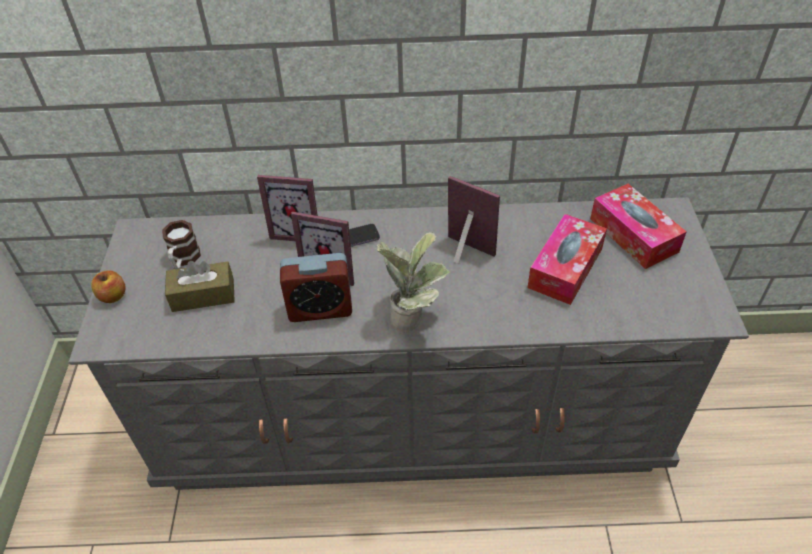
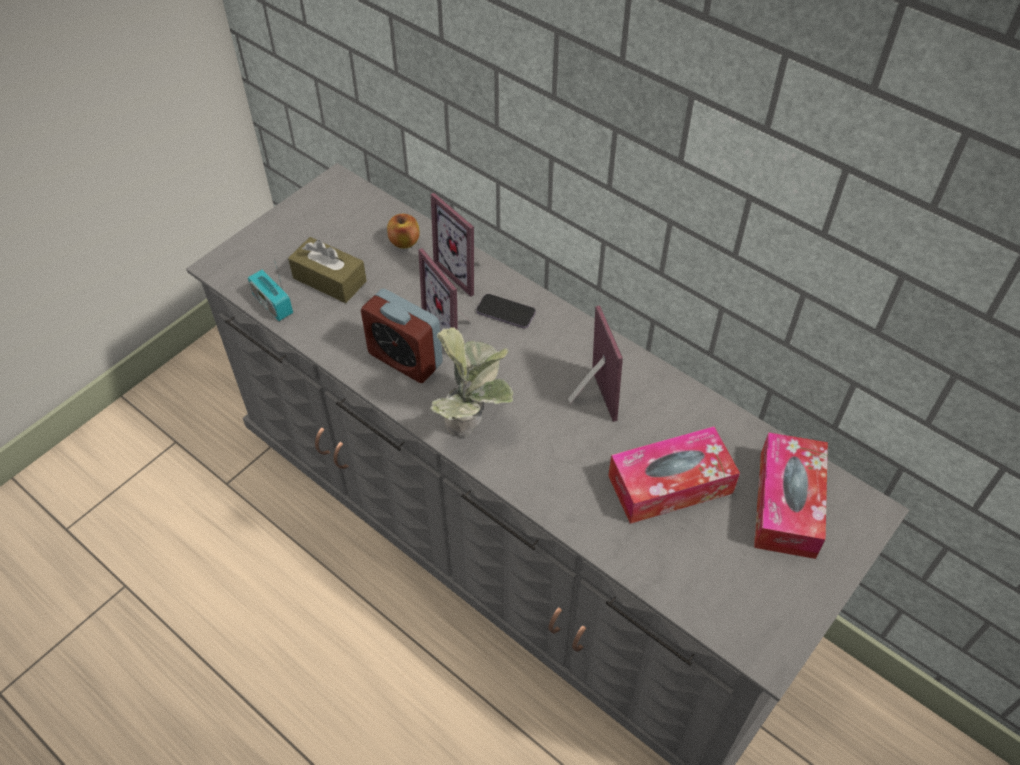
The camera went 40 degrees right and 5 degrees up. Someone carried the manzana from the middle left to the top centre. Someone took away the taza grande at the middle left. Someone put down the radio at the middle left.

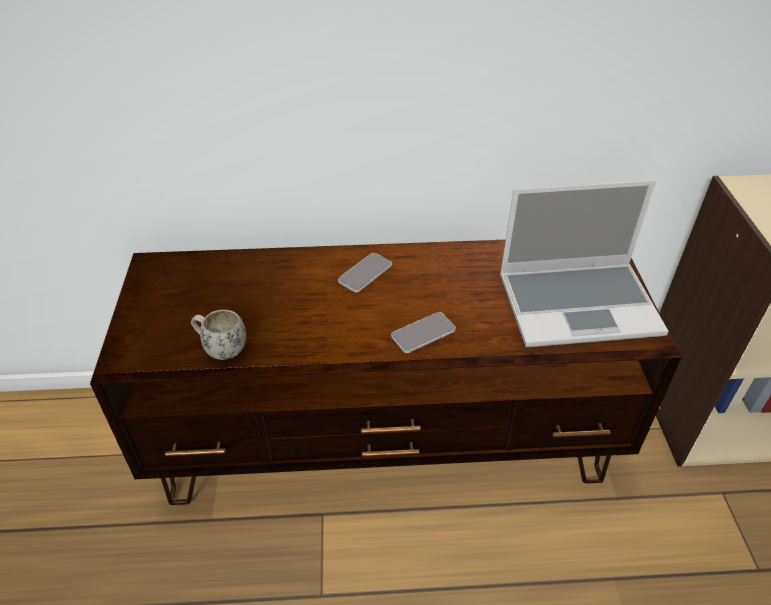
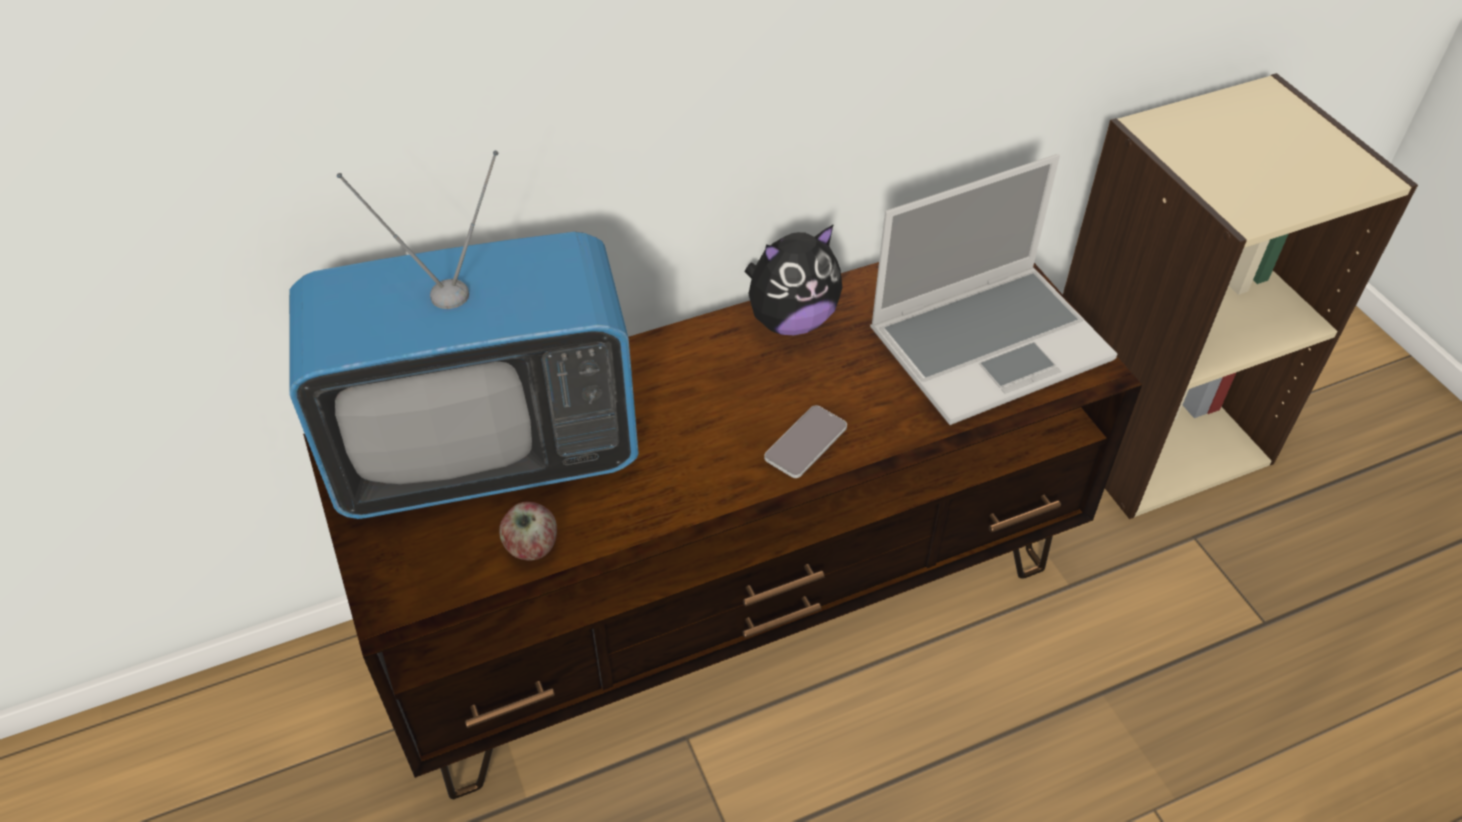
The camera went 20 degrees left and 5 degrees up. Someone swapped the taza grande [blanco] at the middle left for the manzana at the centre. Someone took away the móvil (no. 1 from left) at the centre. Someone put down the televisor at the middle left. Someone put down the peluche at the centre.

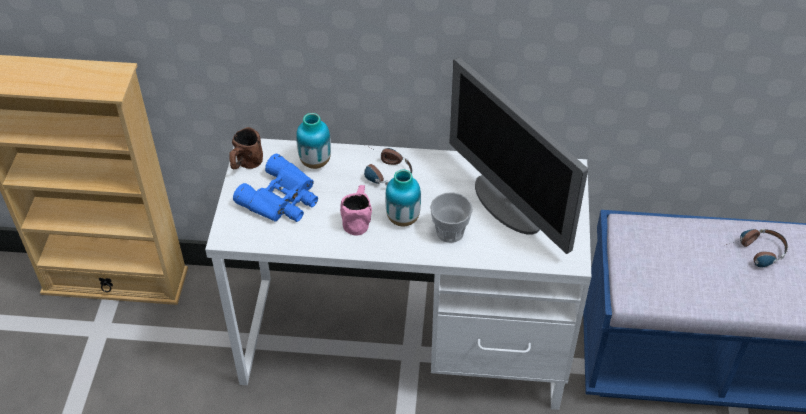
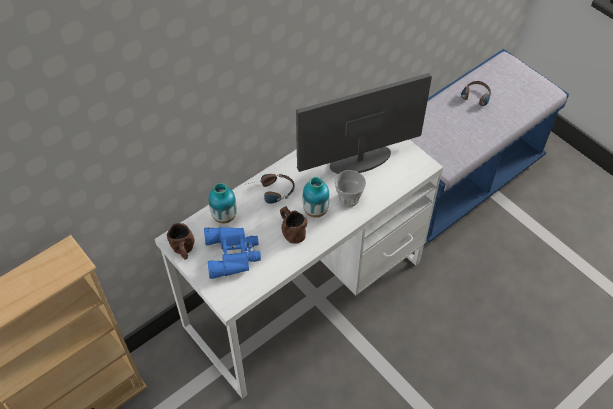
The camera went 45 degrees left and 5 degrees up. Someone repainted the taza grande [rosa] at the centre, which became the taza grande [marrón] (no. 2 from left) at the centre. Someone rotated the monitor at the centre by 150 degrees clockwise.

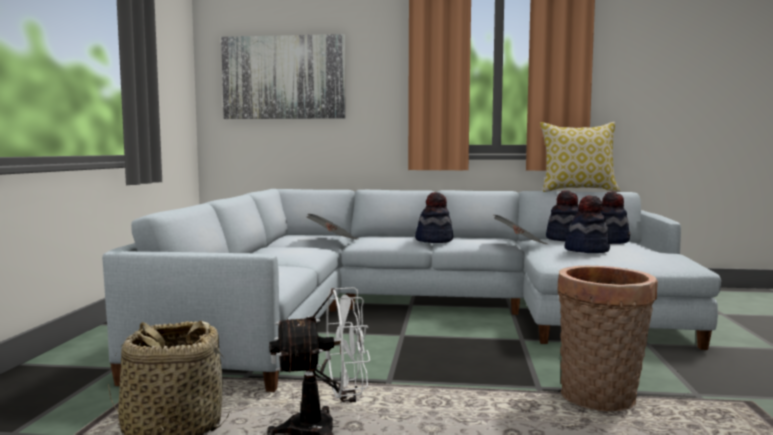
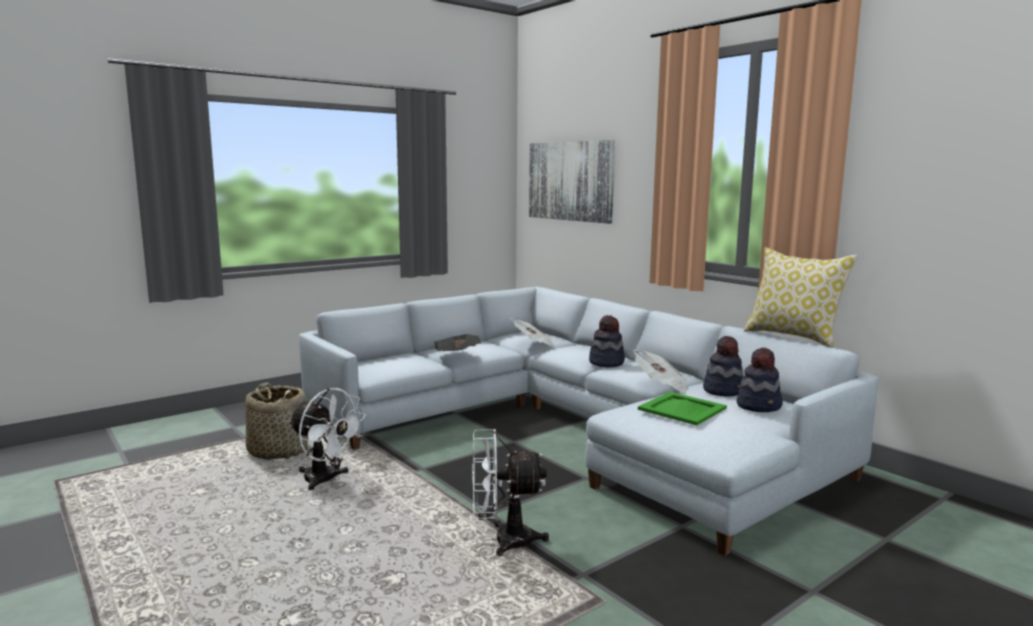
The camera went 45 degrees right and 5 degrees up. Someone swapped the cesta (no. 2 from left) at the bottom right for the ventilador [blanco] (no. 2 from left) at the bottom centre. Someone swapped the sombrero (no. 3 from left) at the middle right for the bandeja [verde] at the centre. Someone put down the periódico (no. 1 from left) at the centre.

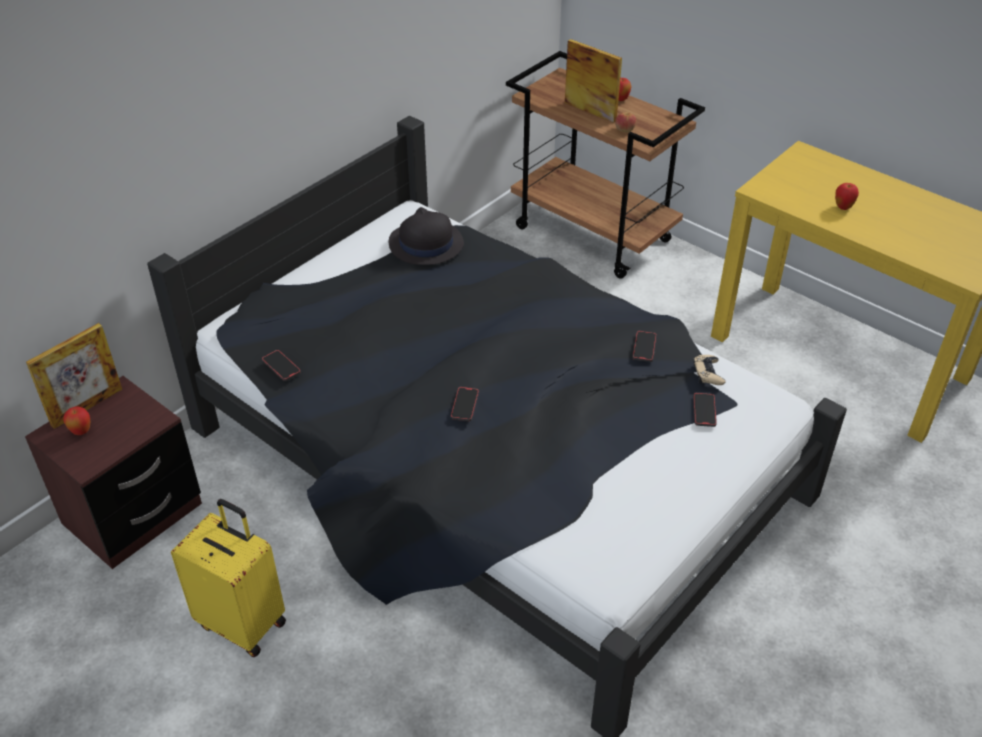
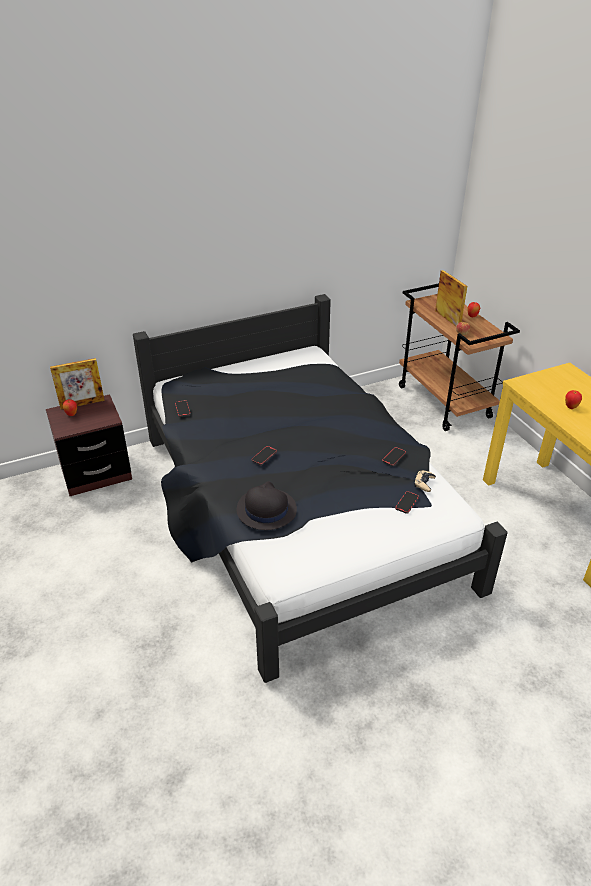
The camera went 25 degrees right and 5 degrees down. Someone took away the maleta [amarillo] at the bottom left. Someone carried the sombrero [negro] from the top centre to the centre.

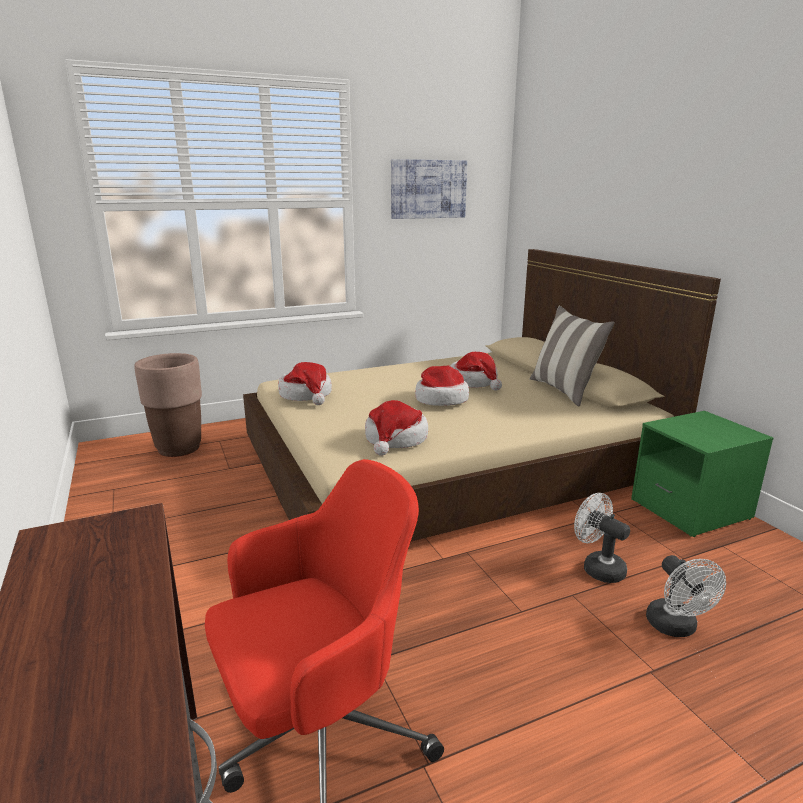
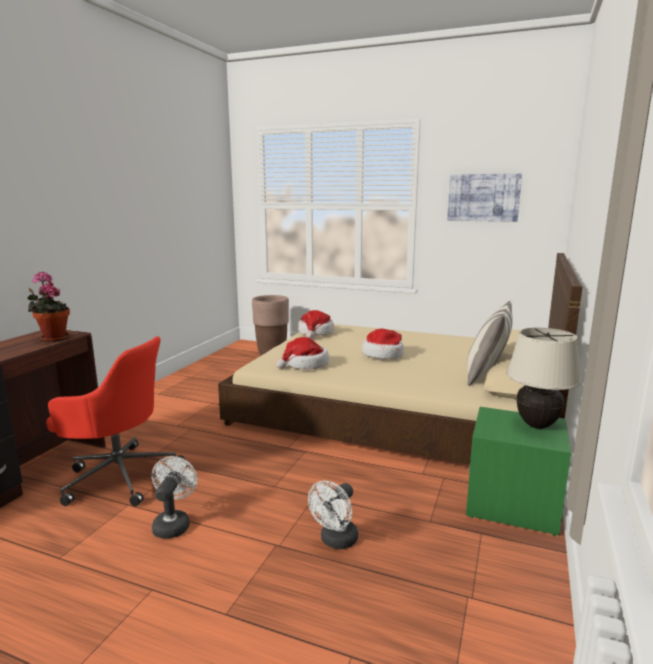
The camera went 45 degrees right and 5 degrees down. Someone took away the sombrero (no. 4 from left) at the centre. Someone carried the ventilador [blanco] (no. 1 from left) from the bottom right to the bottom left. Someone put down the planta en maceta at the middle left. Someone put down the lámpara de mesa [beis] at the middle right.

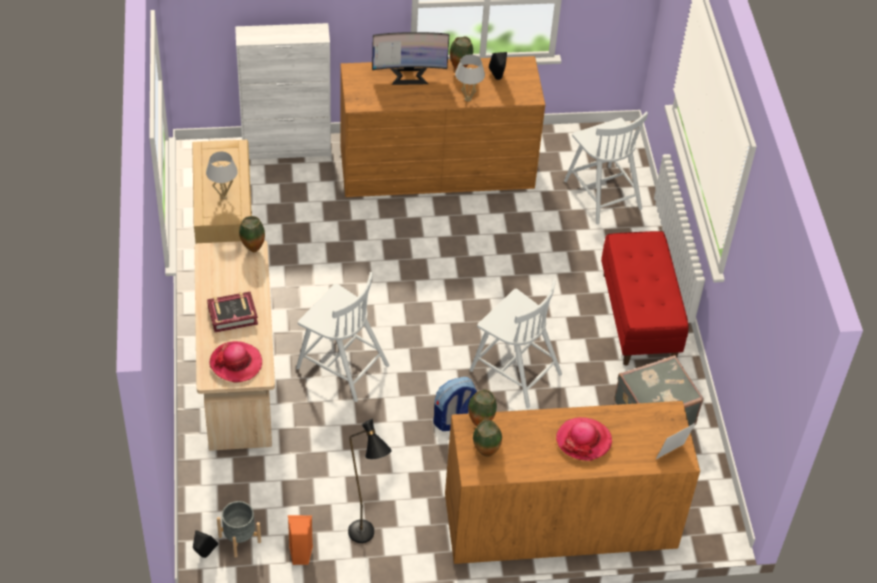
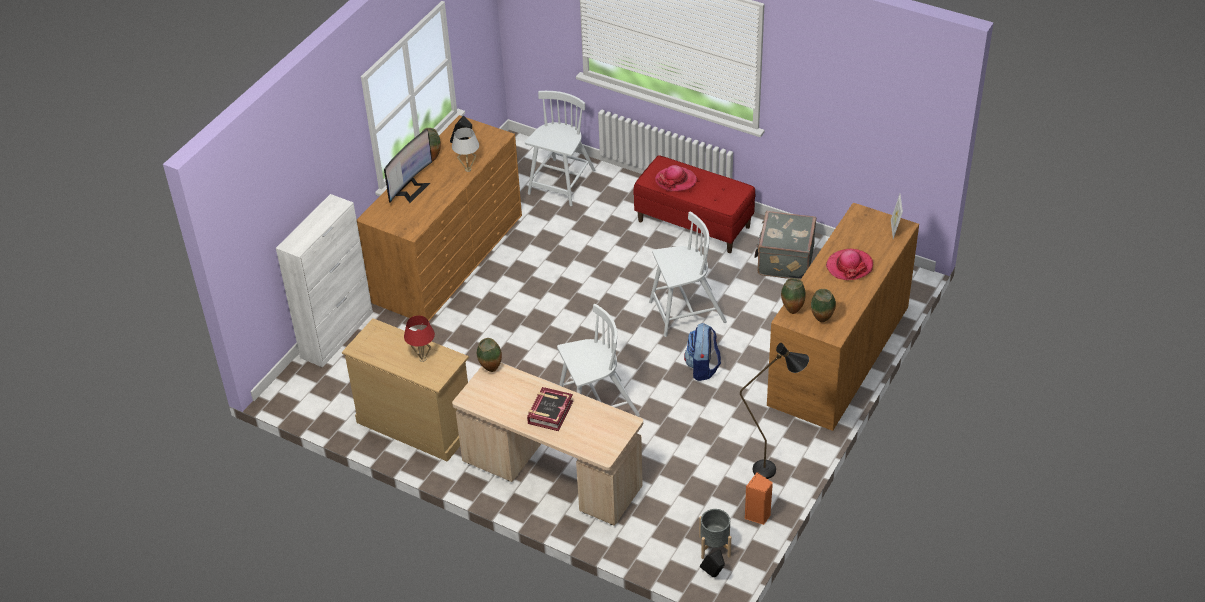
The camera went 50 degrees left and 5 degrees down. Someone repainted the lámpara de mesa [blanco] (no. 1 from left) at the top left, which became the lámpara de mesa [rojo] at the centre. Someone carried the sombrero (no. 1 from left) from the middle left to the top centre. Someone rotated the silla [blanco] (no. 3 from left in the first image) at the top right by 75 degrees counterclockwise.

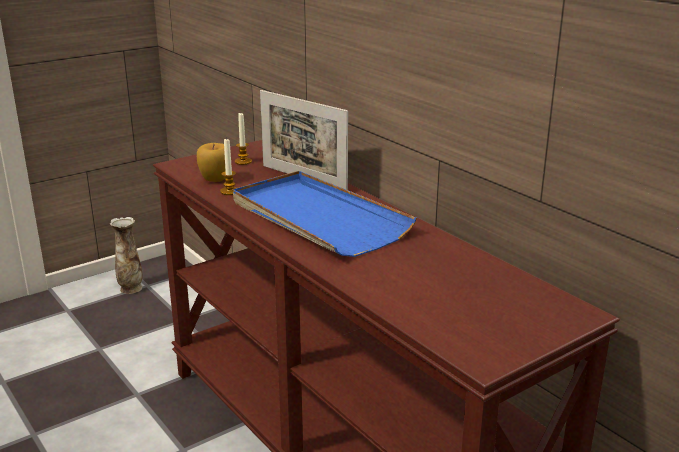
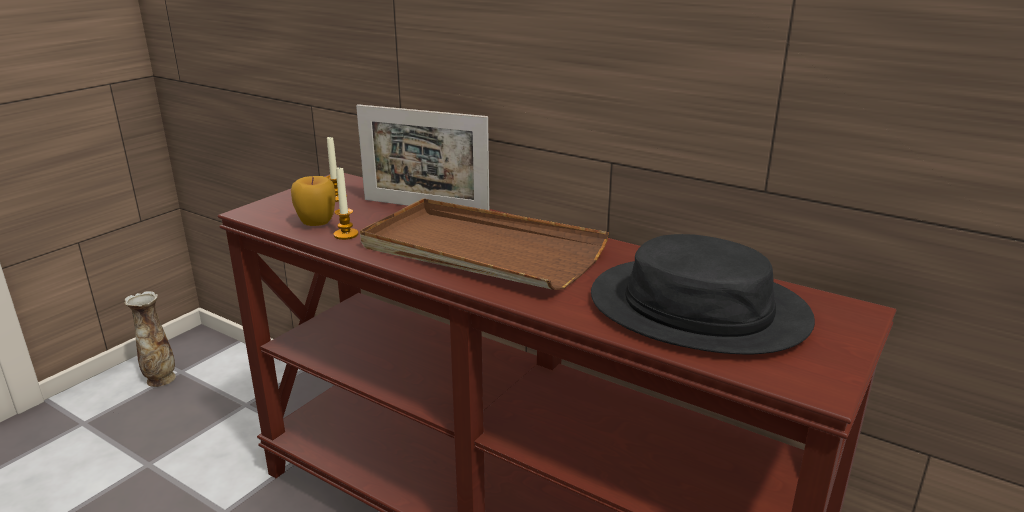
The camera went 20 degrees left and 0 degrees up. Someone repainted the bandeja [azul] at the centre, which became the bandeja [marrón] at the centre. Someone put down the sombrero [negro] at the middle right.

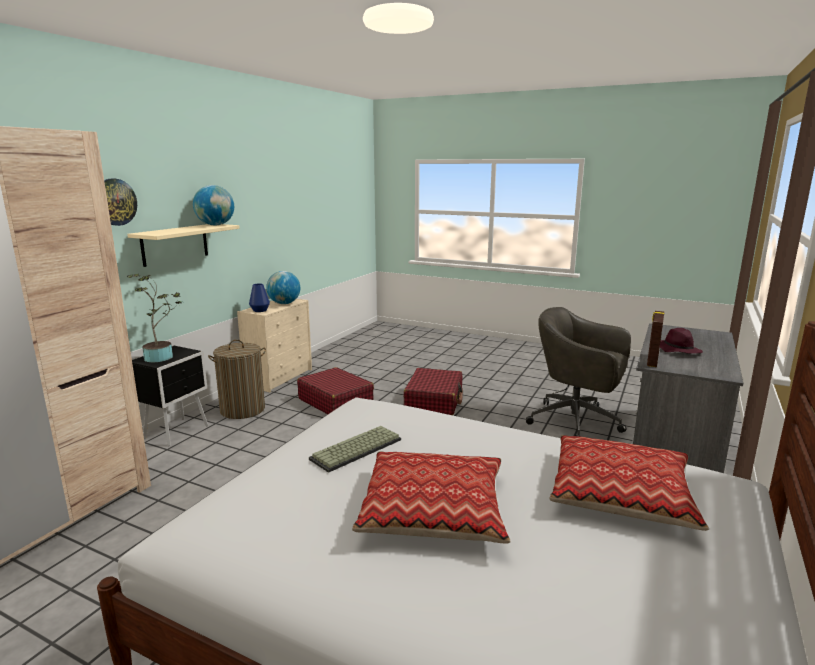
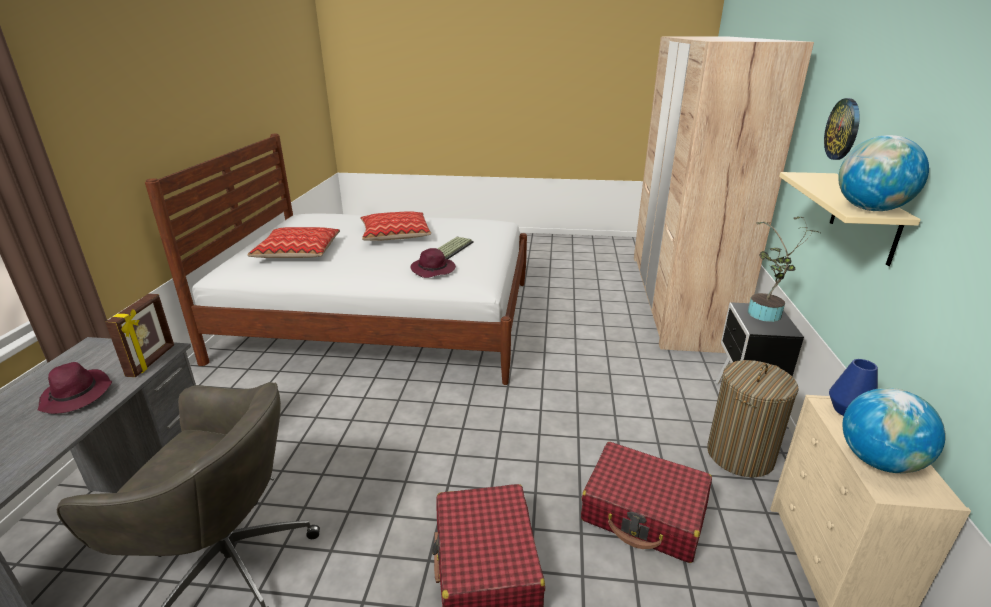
The camera went 160 degrees right and 10 degrees up. Someone put down the sombrero [morado] (no. 2 from left) at the centre.

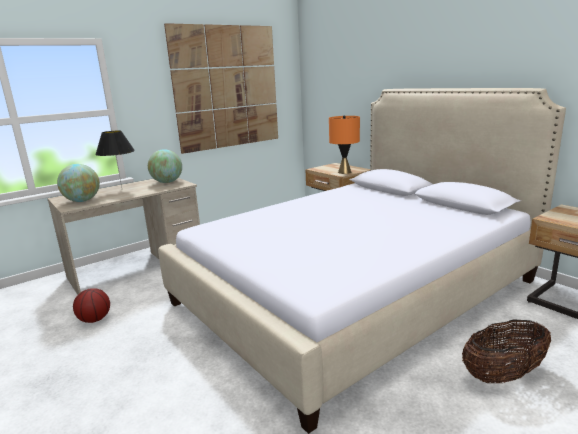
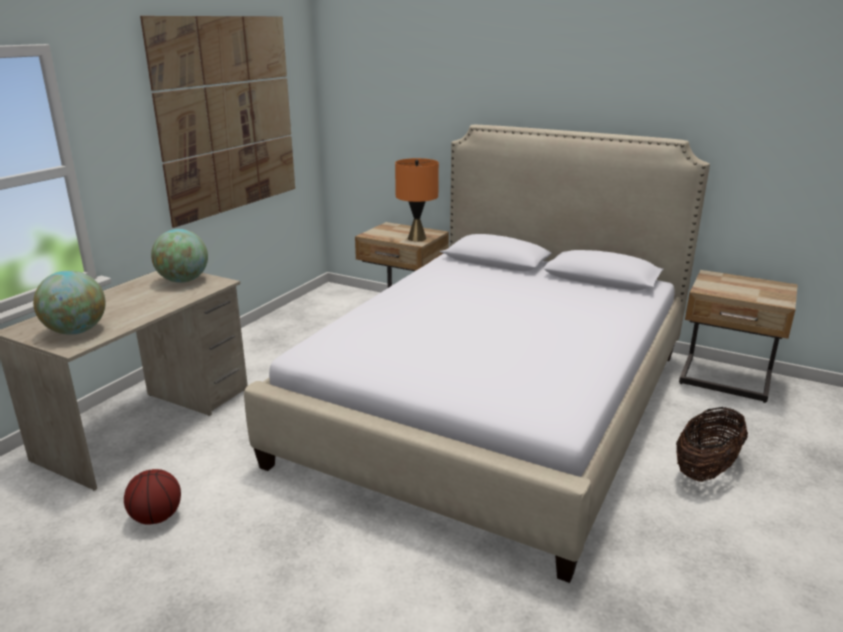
The camera went 25 degrees left and 5 degrees up. Someone took away the lámpara de mesa [negro] at the middle left.

